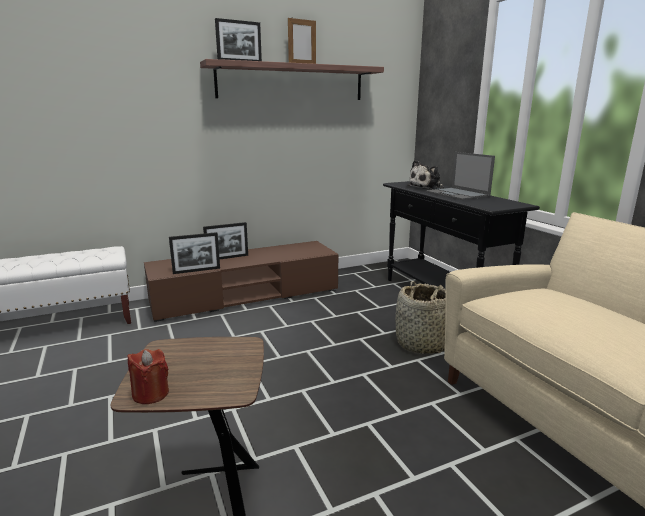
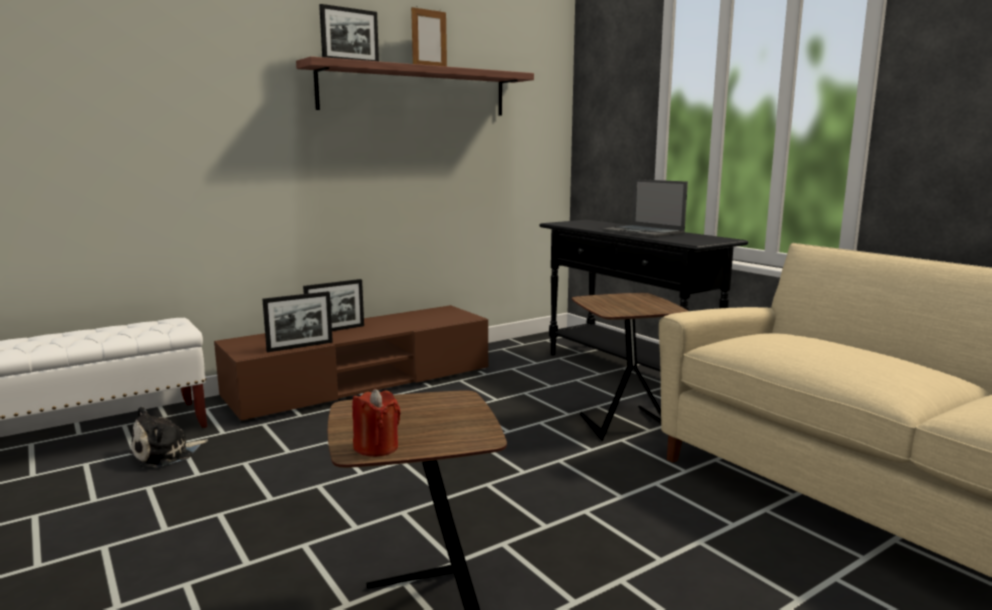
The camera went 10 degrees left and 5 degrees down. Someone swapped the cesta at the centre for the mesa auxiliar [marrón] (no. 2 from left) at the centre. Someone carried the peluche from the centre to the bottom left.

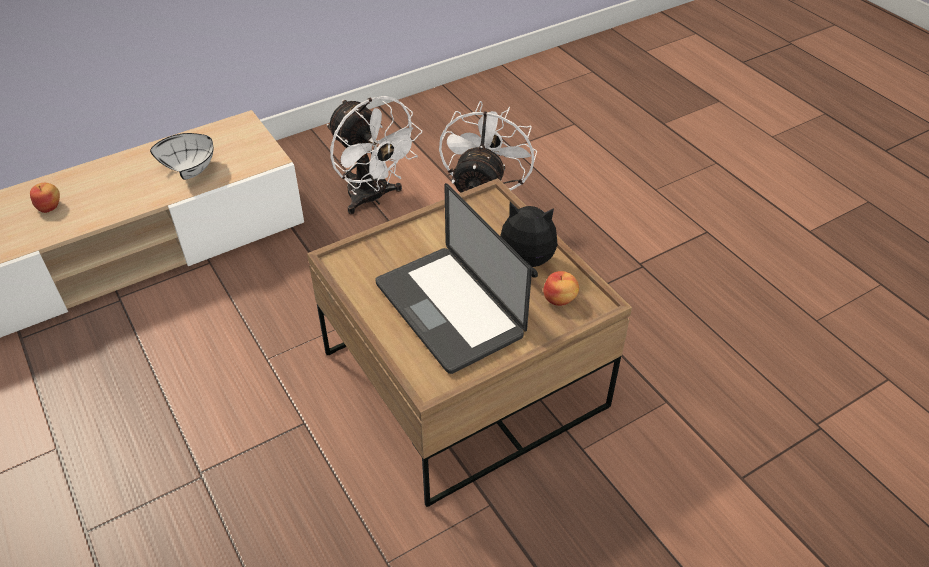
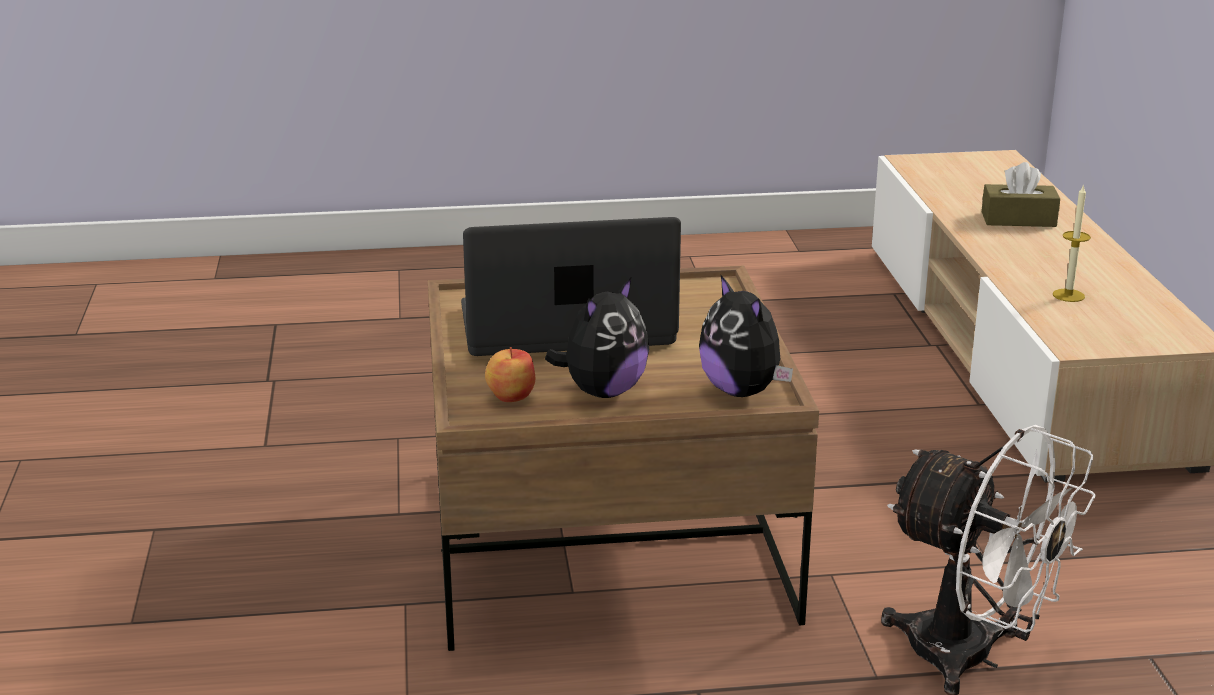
The camera went 115 degrees right and 20 degrees down. Someone swapped the manzana (no. 1 from left) at the middle left for the caja de pañuelos [marrón] at the top right. Someone swapped the cuenco [blanco] at the top left for the vela at the middle right. Someone took away the ventilador [blanco] (no. 1 from left) at the top centre. Someone put down the peluche (no. 2 from left) at the centre.

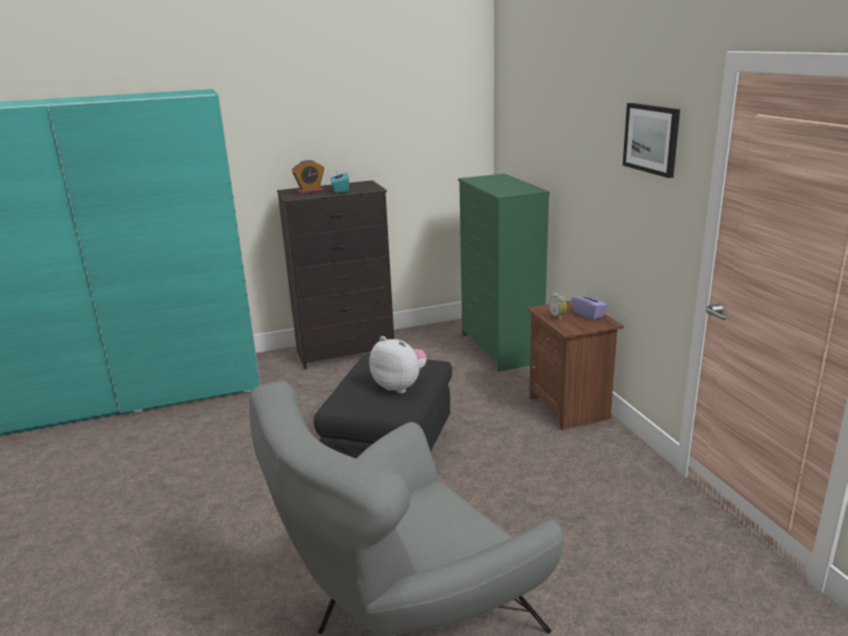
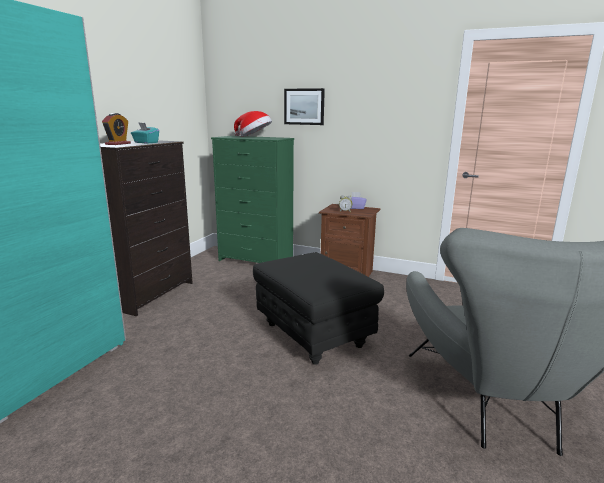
The camera went 50 degrees left and 5 degrees down. Someone took away the peluche at the centre. Someone carried the cuadro from the top right to the top centre. Someone put down the sombrero at the top centre.

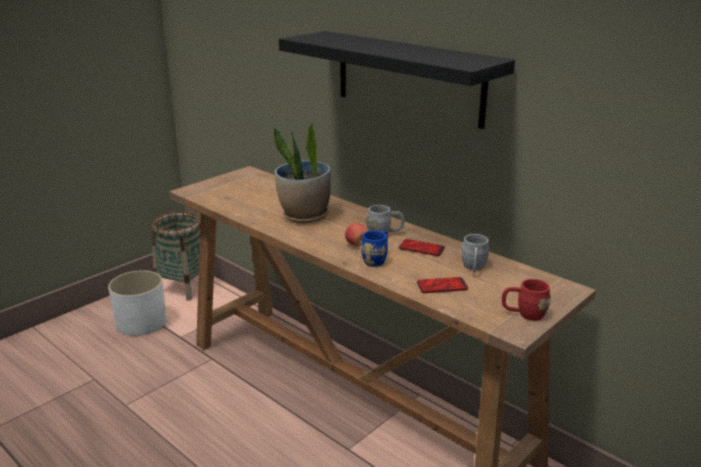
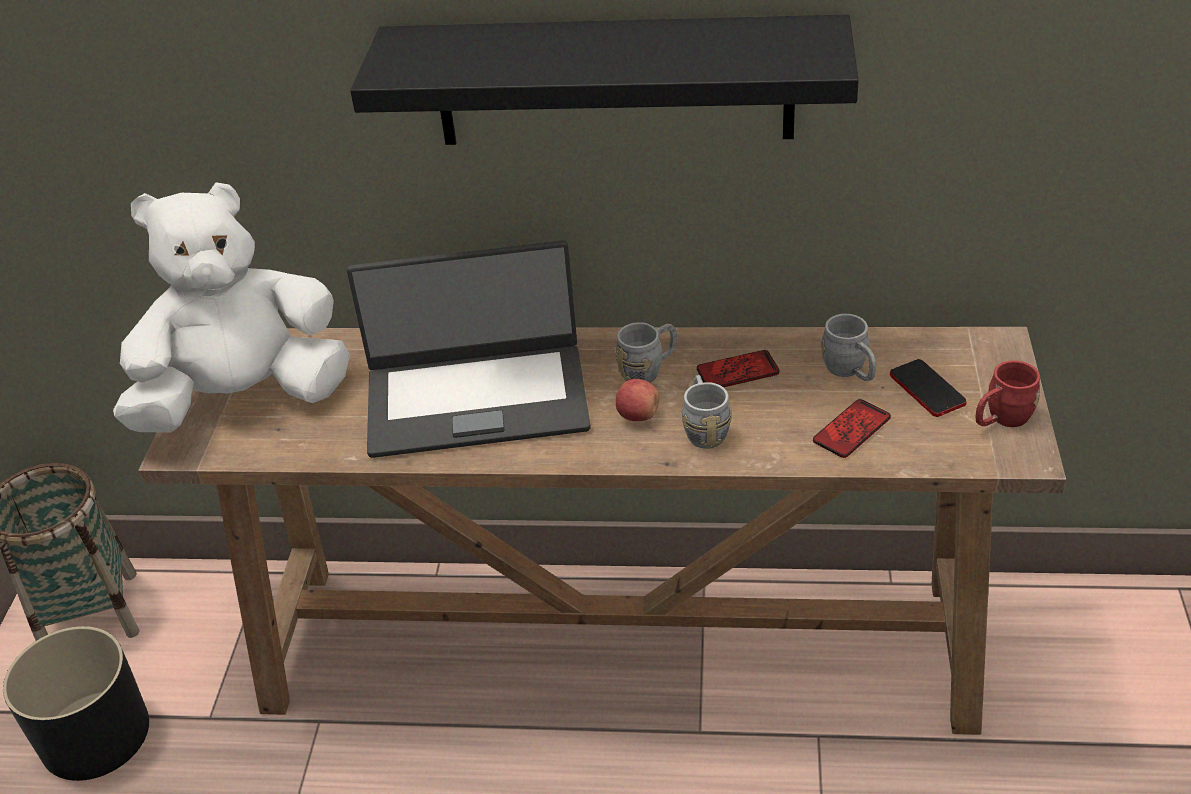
The camera went 35 degrees left and 15 degrees up. Someone repainted the maceta [blanco] at the middle left, which became the maceta [negro] at the bottom left. Someone swapped the planta en maceta at the centre for the portátil at the centre. Someone repainted the taza grande [azul] at the centre, which became the taza grande [gris] (no. 2 from left) at the centre. Someone put down the peluche [blanco] at the middle left. Someone put down the móvil (no. 3 from left) at the middle right.

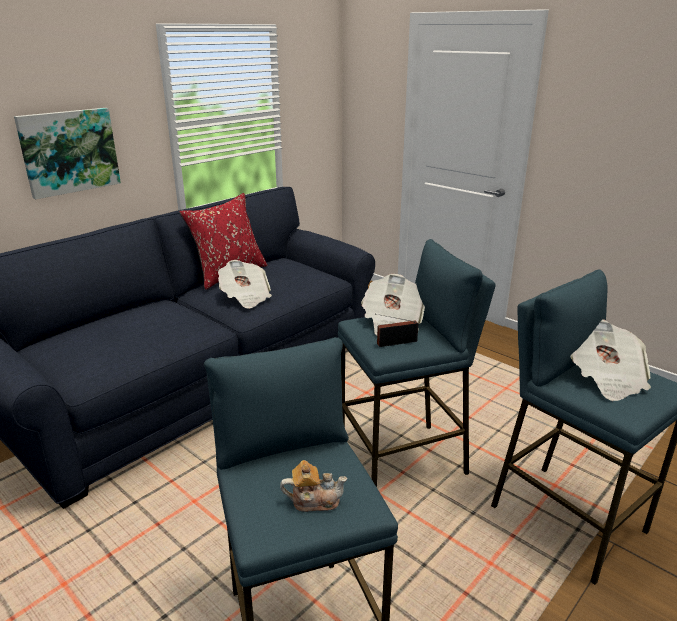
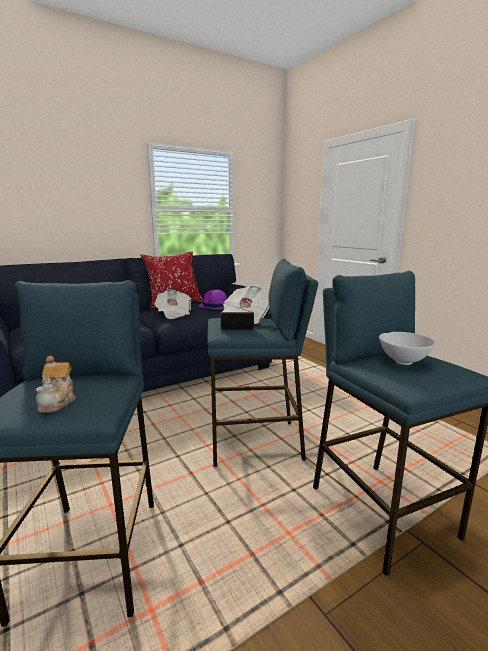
The camera went 15 degrees right and 10 degrees down. Someone took away the cuadro at the top left. Someone rotated the tetera at the bottom centre by 75 degrees clockwise. Someone swapped the periódico (no. 3 from left) at the middle right for the cuenco [blanco] at the middle right. Someone put down the sombrero [morado] at the centre.

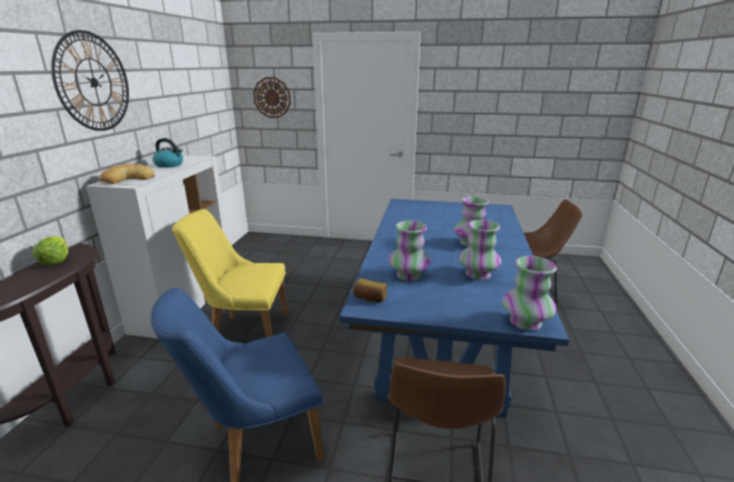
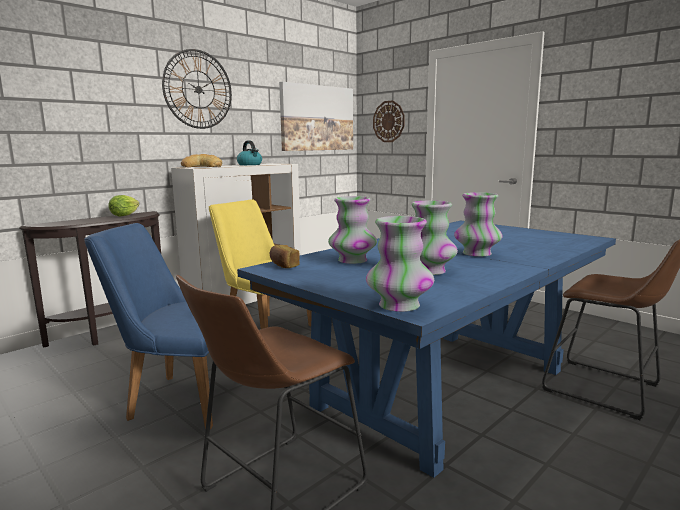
The camera went 35 degrees right and 10 degrees down. Someone put up the cuadro at the top centre.

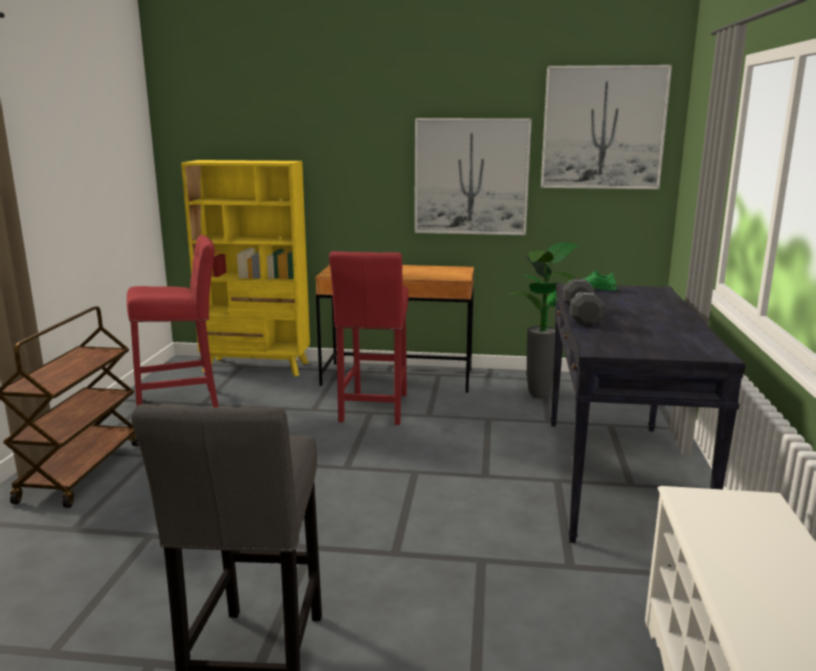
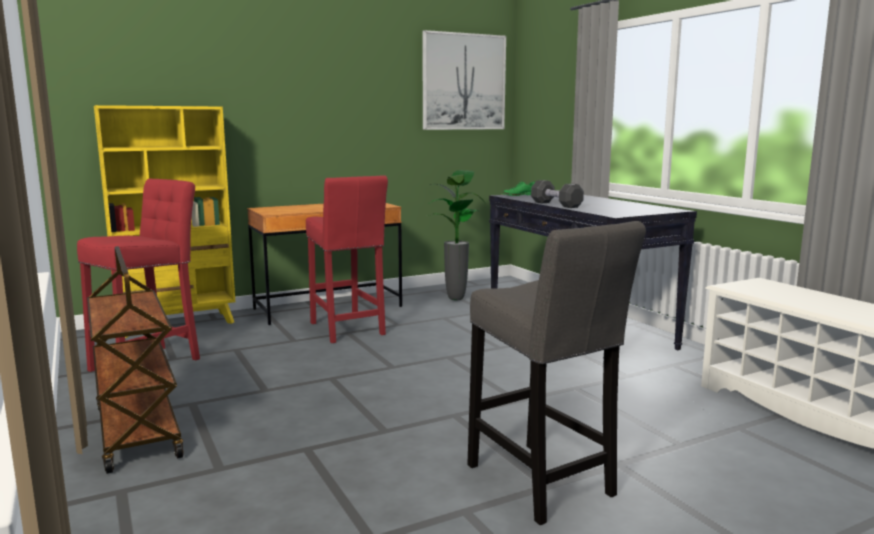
The camera went 35 degrees left and 5 degrees down. Someone took away the cuadro (no. 1 from left) at the top centre.

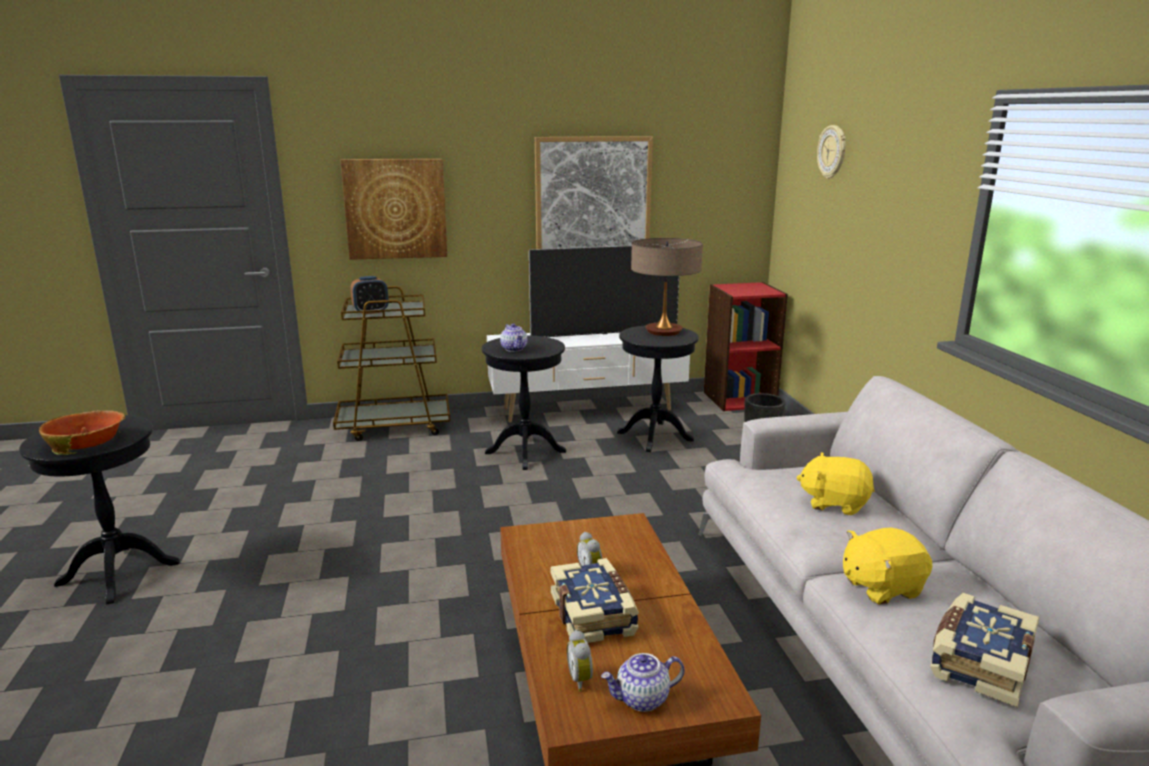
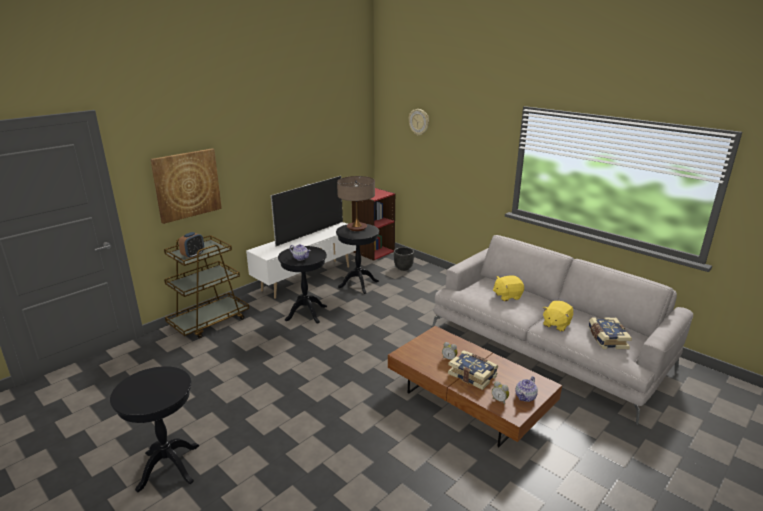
The camera went 35 degrees left and 5 degrees up. Someone took away the cuenco at the middle left. Someone took away the cuadro (no. 2 from left) at the top centre.

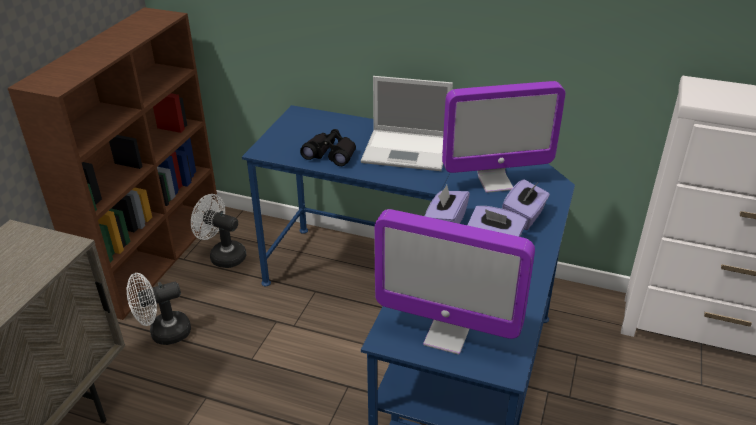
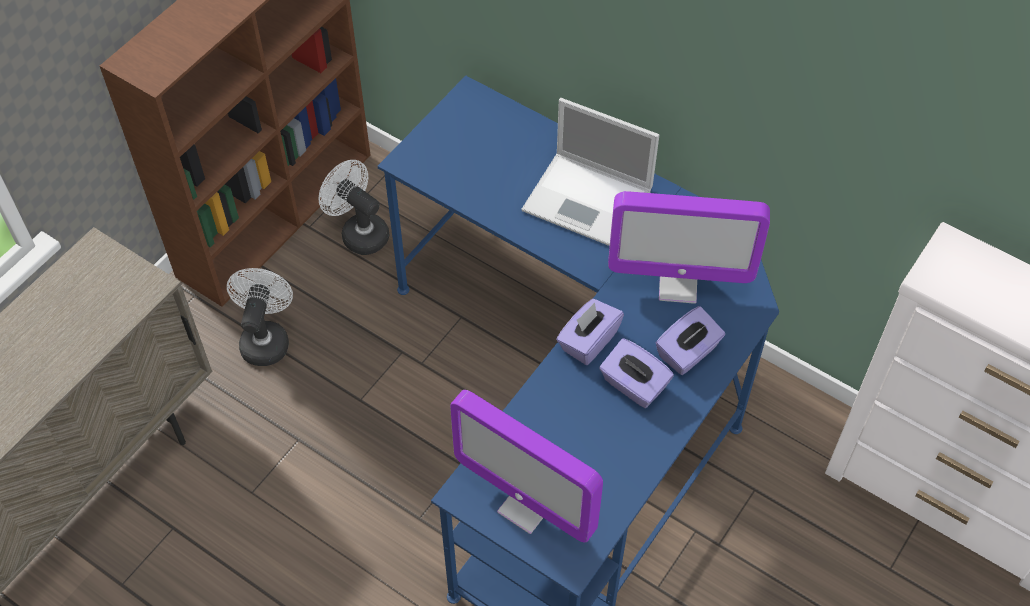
The camera went 15 degrees right and 20 degrees up. Someone rotated the ventilador [blanco] (no. 1 from left) at the bottom left by 105 degrees clockwise. Someone took away the prismáticos [negro] at the centre.

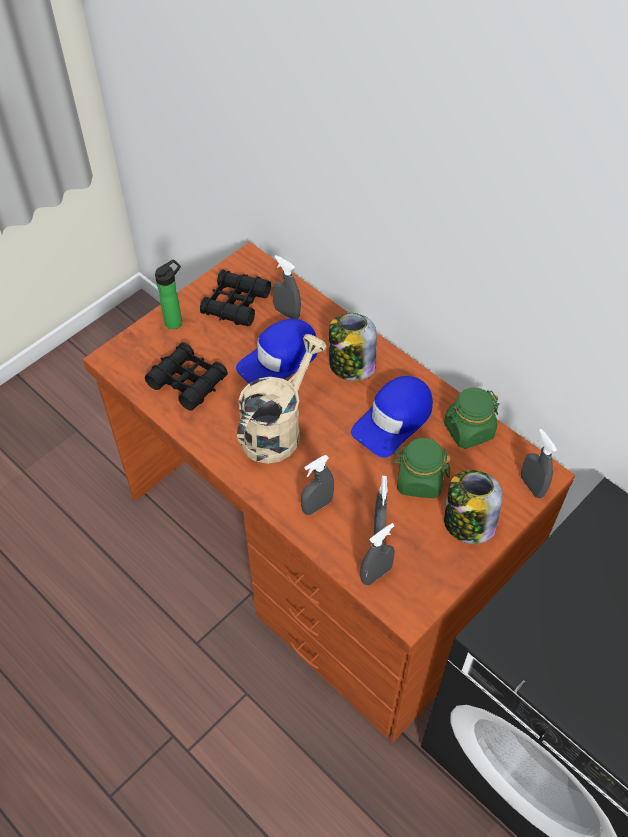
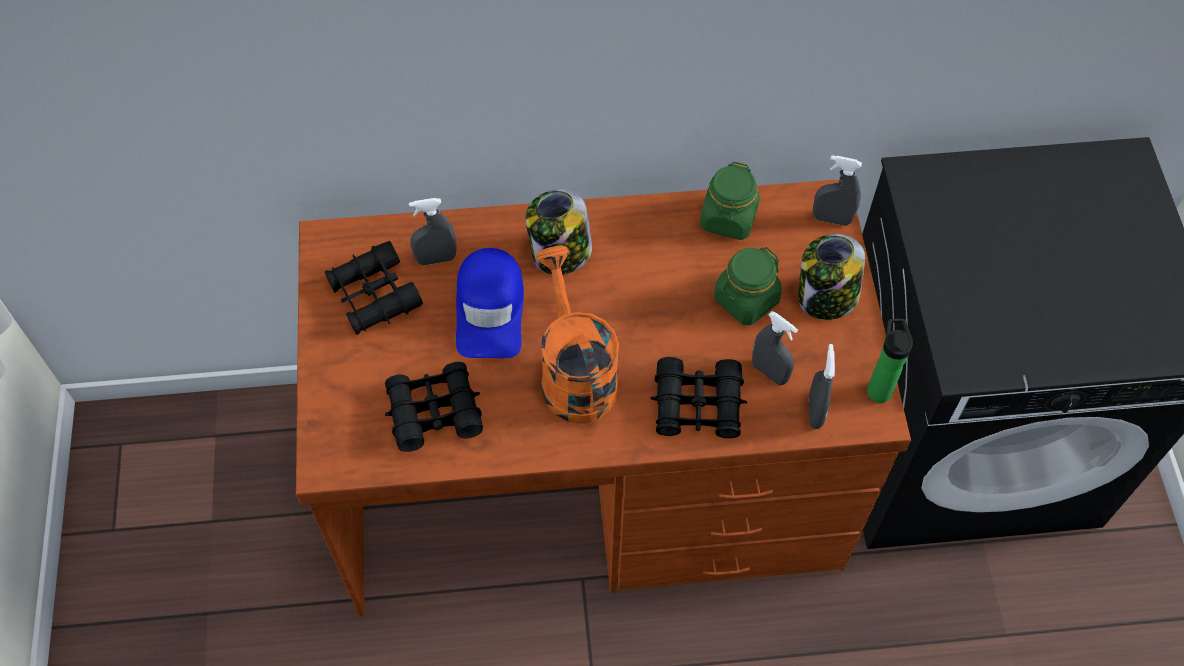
The camera went 50 degrees left and 5 degrees up. Someone carried the botella from the middle left to the middle right. Someone repainted the regadera [beis] at the centre, which became the regadera [naranja] at the centre. Someone swapped the pulverizador [gris] (no. 2 from left) at the centre for the prismáticos [negro] (no. 3 from left) at the centre. Someone took away the gorra [azul] (no. 2 from left) at the centre.

